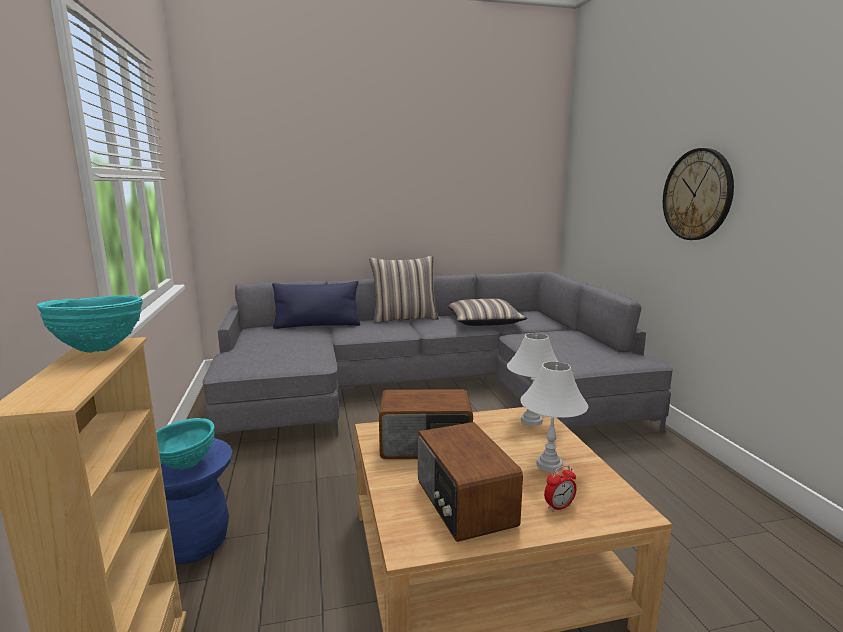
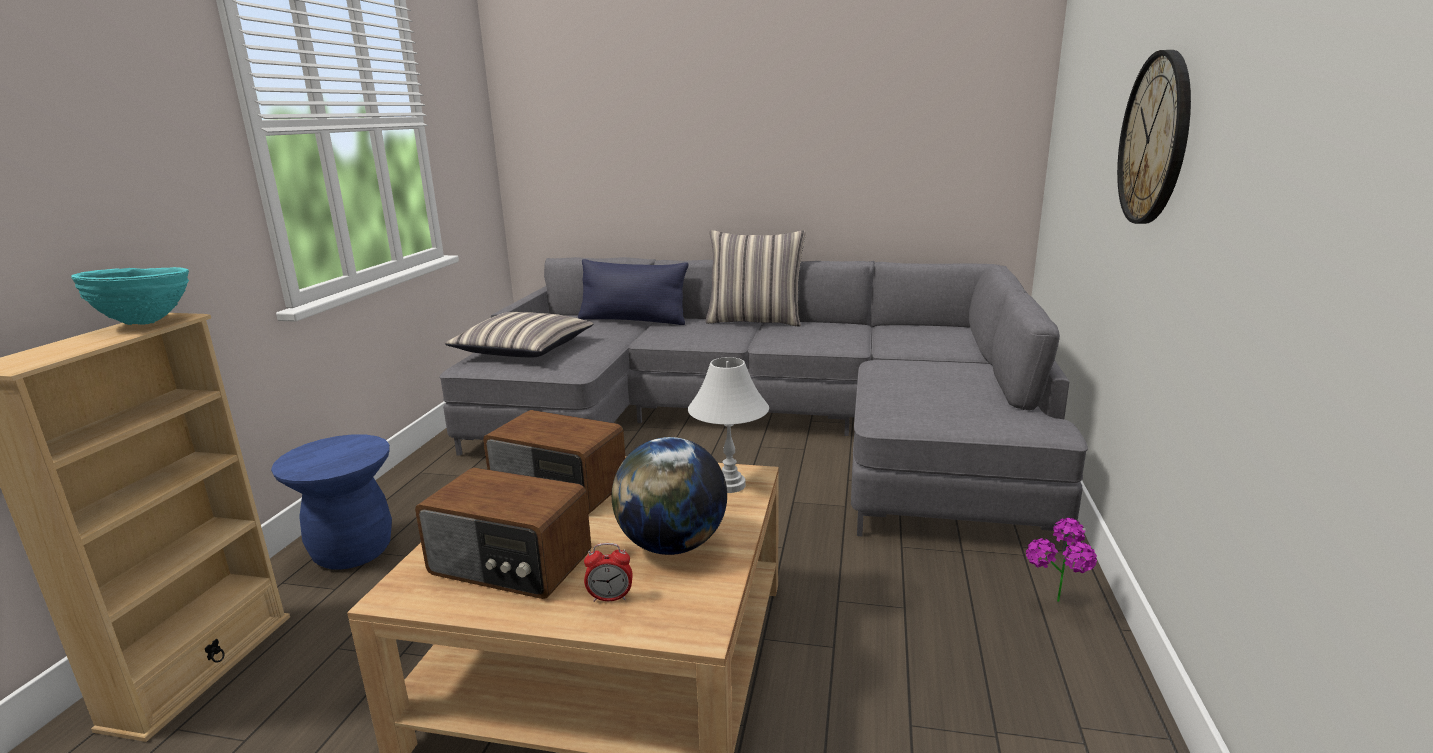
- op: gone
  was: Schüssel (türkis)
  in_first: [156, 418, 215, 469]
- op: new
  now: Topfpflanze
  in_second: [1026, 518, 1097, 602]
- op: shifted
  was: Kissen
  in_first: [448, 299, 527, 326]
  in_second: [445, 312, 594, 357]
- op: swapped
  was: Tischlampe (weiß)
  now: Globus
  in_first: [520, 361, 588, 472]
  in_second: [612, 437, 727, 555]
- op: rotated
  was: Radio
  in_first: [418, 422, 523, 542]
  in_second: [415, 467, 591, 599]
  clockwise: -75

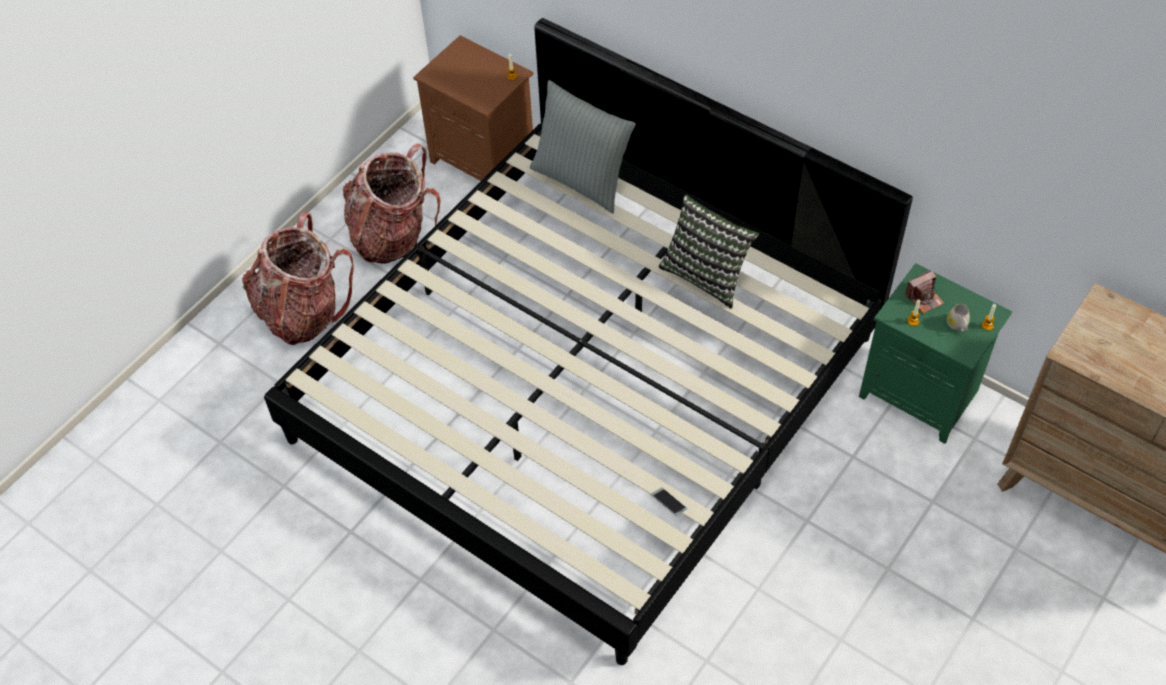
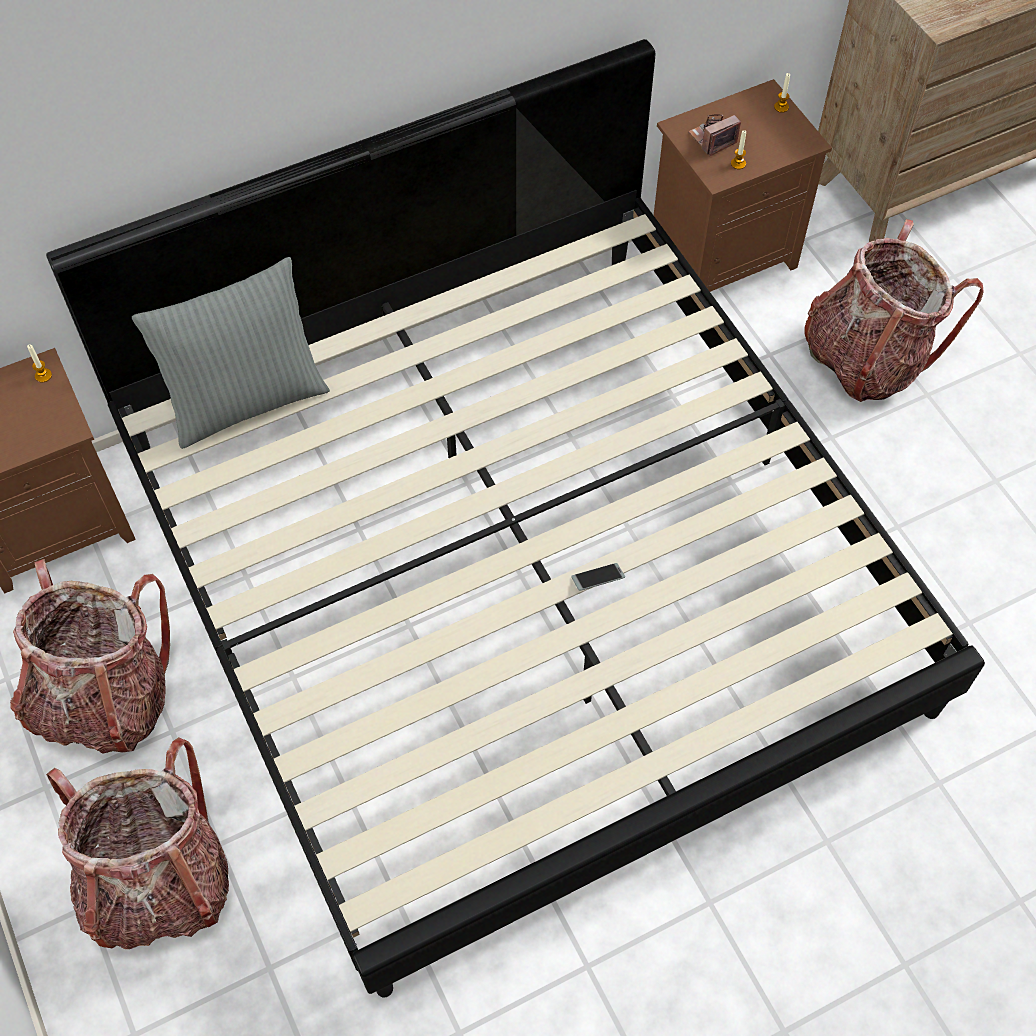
- op: gone
  was: Kissen
  in_first: [659, 194, 759, 309]
- op: gone
  was: Henkelbecher (weiß)
  in_first: [947, 304, 970, 332]
- op: new
  now: Rucksack
  in_second: [804, 219, 984, 402]
- op: shifted
  was: Handy
  in_first: [651, 487, 687, 516]
  in_second: [571, 563, 625, 591]
- op: repainted
  was: Nachttisch (grün)
  now: Nachttisch (braun)
  in_first: [859, 263, 1012, 444]
  in_second: [654, 79, 832, 292]
- op: rotated
  was: Kamera
  in_first: [905, 270, 944, 313]
  in_second: [688, 114, 741, 156]
  clockwise: -120

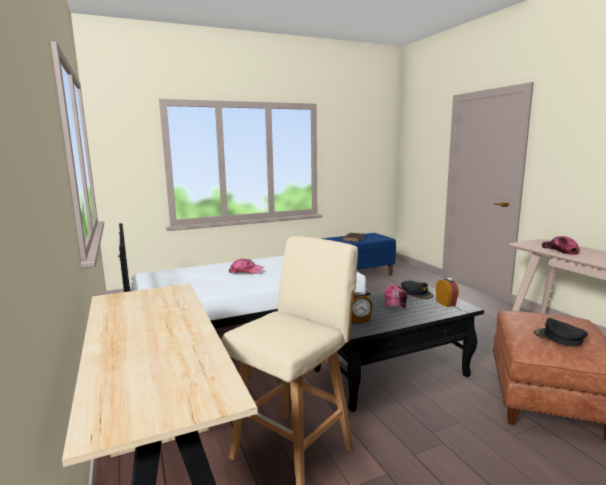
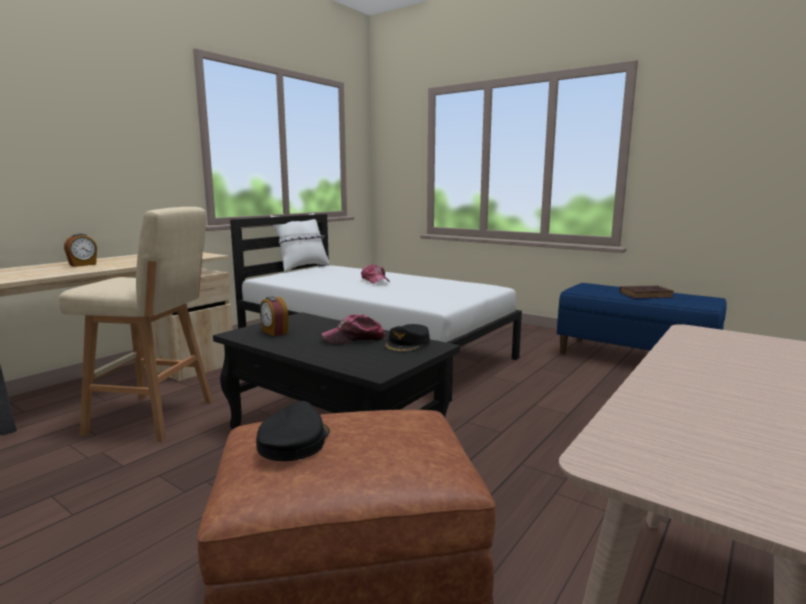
- op: gone
  was: Kappe
  in_first: [542, 236, 580, 255]
- op: new
  now: Kissen (weiß)
  in_second: [270, 213, 329, 272]
- op: shifted
  was: Wecker
  in_first: [436, 278, 459, 307]
  in_second: [64, 233, 97, 267]

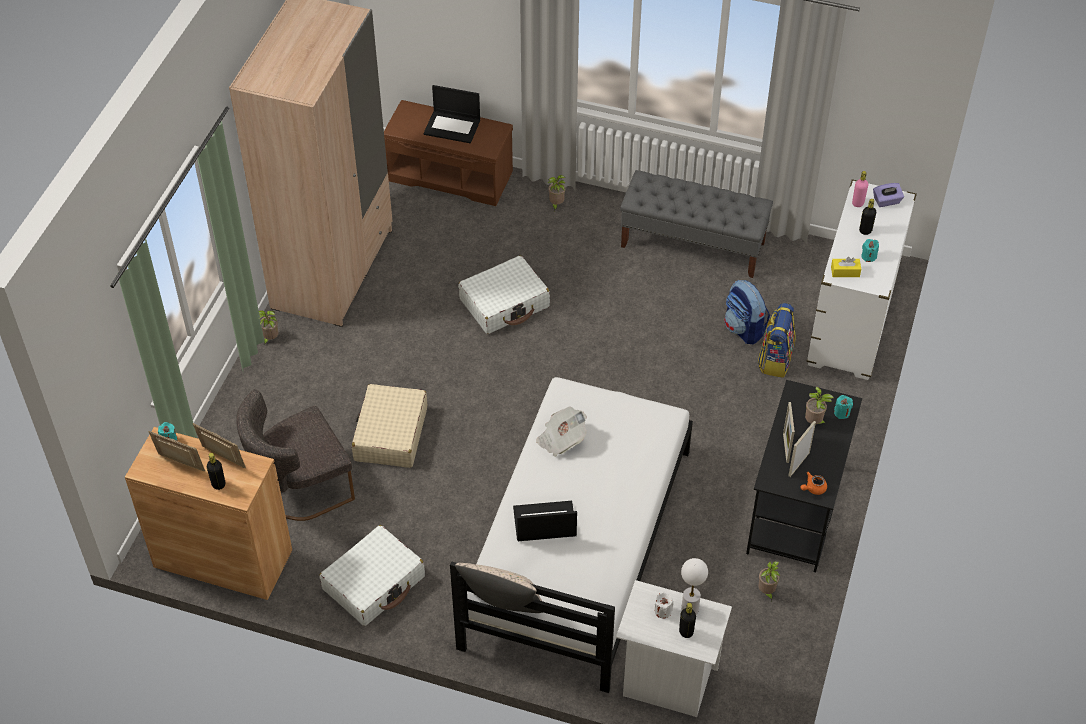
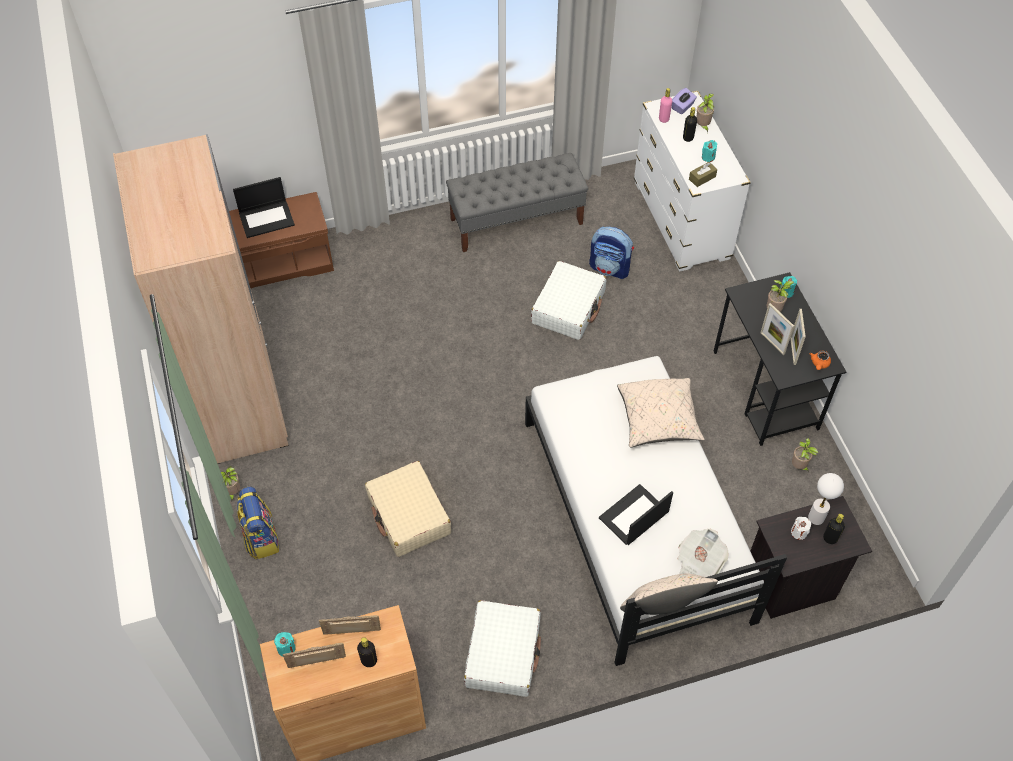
- op: gone
  was: Stuhl (grau)
  in_first: [236, 389, 355, 521]
- op: new
  now: Kissen (beige)
  in_second: [617, 378, 705, 447]
- op: shifted
  was: Koffer (weiß)
  in_first: [458, 255, 550, 334]
  in_second: [531, 261, 606, 340]
- op: shifted
  was: Zeitung
  in_first: [536, 406, 587, 457]
  in_second: [677, 529, 729, 577]
- op: shifted
  was: Topfpflanze
  in_first: [548, 175, 566, 211]
  in_second: [696, 94, 715, 133]
- op: shifted
  was: Rucksack
  in_first: [758, 303, 796, 378]
  in_second: [237, 486, 279, 560]
- op: repainted
  was: Nachttisch (weiß)
  now: Nachttisch (schwarz)
  in_first: [616, 580, 732, 717]
  in_second: [751, 496, 872, 619]
- op: repainted
  was: Taschentuchbox (gelb)
  now: Taschentuchbox (braun)
  in_first: [831, 257, 861, 277]
  in_second: [689, 162, 717, 187]

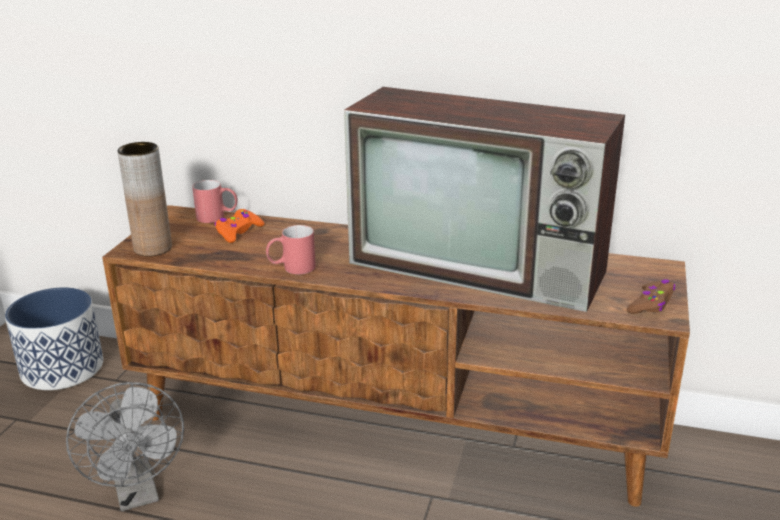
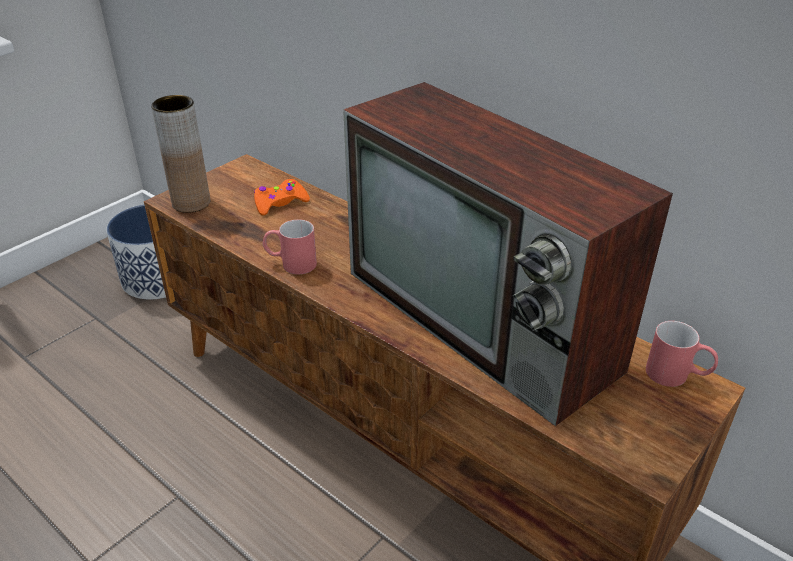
- op: gone
  was: Ventilator (grau)
  in_first: [66, 382, 184, 511]
- op: gone
  was: Gamepad (braun)
  in_first: [627, 279, 675, 314]
- op: shifted
  was: Henkelbecher (rot)
  in_first: [192, 180, 238, 223]
  in_second: [646, 321, 718, 387]

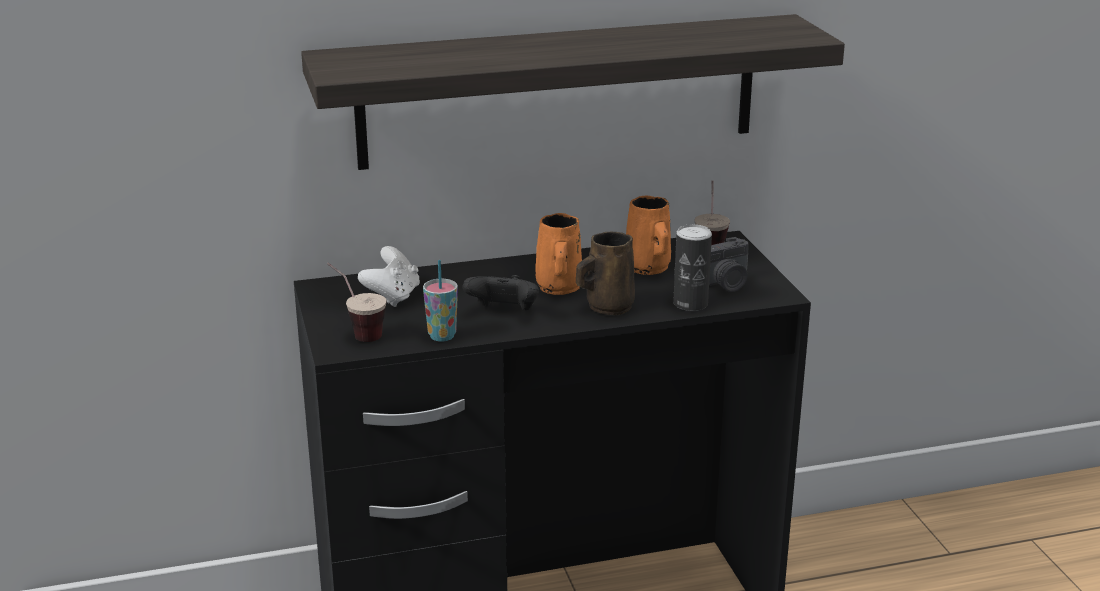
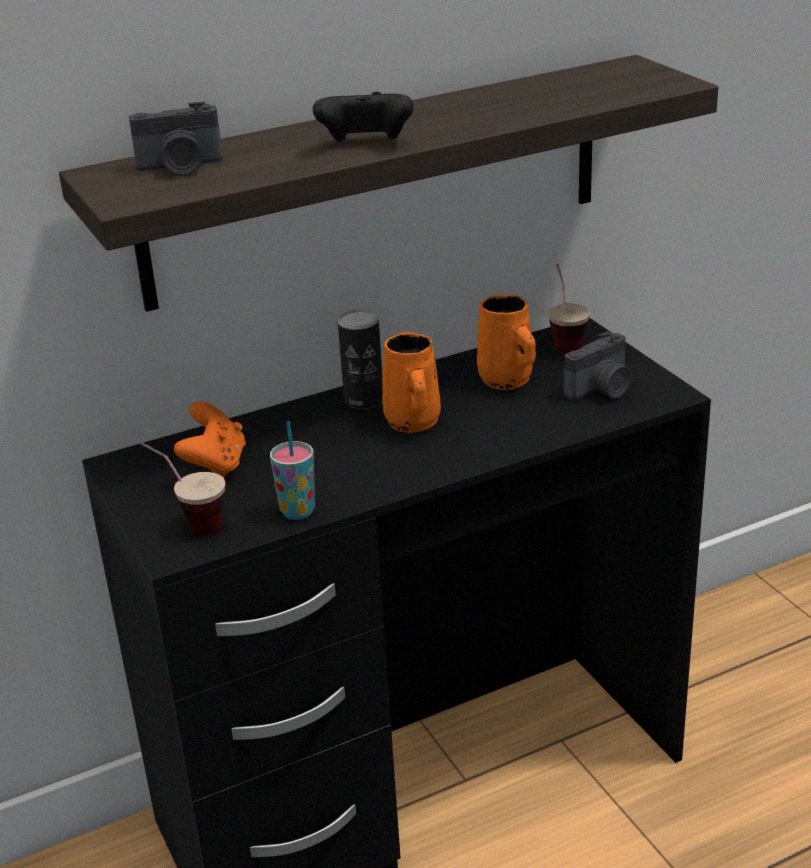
- op: gone
  was: Henkelbecher (braun)
  in_first: [576, 232, 635, 315]
- op: new
  now: Kamera
  in_second: [129, 102, 223, 176]
- op: shifted
  was: Gamepad (schwarz)
  in_first: [463, 275, 539, 310]
  in_second: [313, 92, 414, 142]
- op: shifted
  was: Dose
  in_first: [673, 224, 712, 311]
  in_second: [338, 309, 383, 409]
- op: repainted
  was: Gamepad (weiß)
  now: Gamepad (orange)
  in_first: [358, 246, 420, 307]
  in_second: [174, 401, 246, 478]

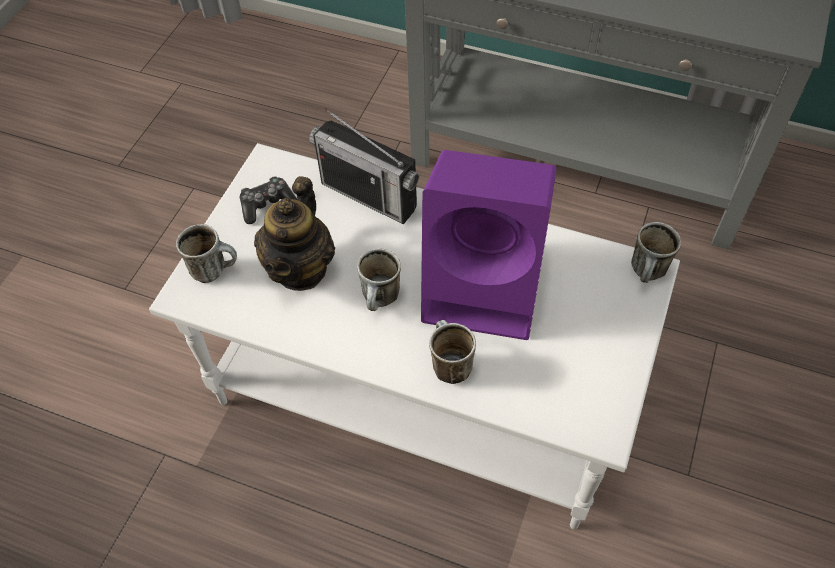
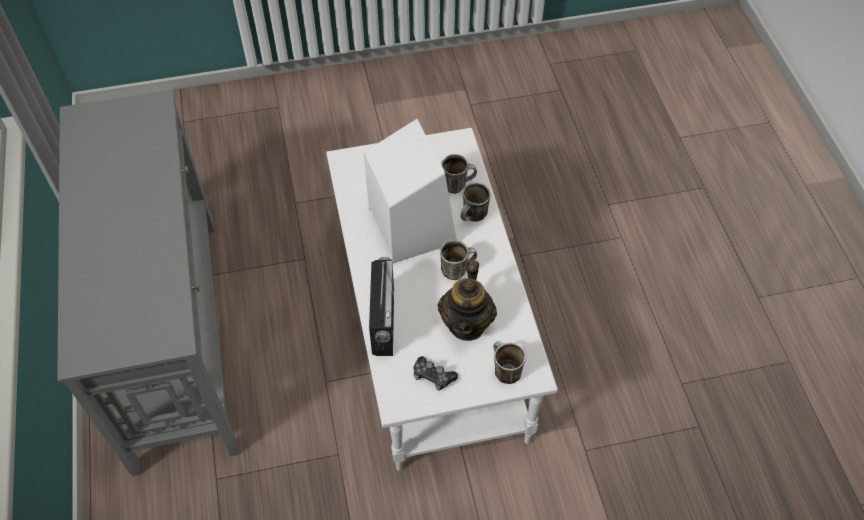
- op: shifted
  was: Henkelbecher
  in_first: [631, 222, 681, 283]
  in_second: [441, 154, 477, 194]
- op: repainted
  was: Lautsprecher (lila)
  now: Lautsprecher (weiß)
  in_first: [421, 150, 557, 340]
  in_second: [364, 119, 456, 264]
- op: rotated
  was: Teekanne
  in_first: [254, 176, 335, 291]
  in_second: [438, 260, 497, 341]
  clockwise: 120

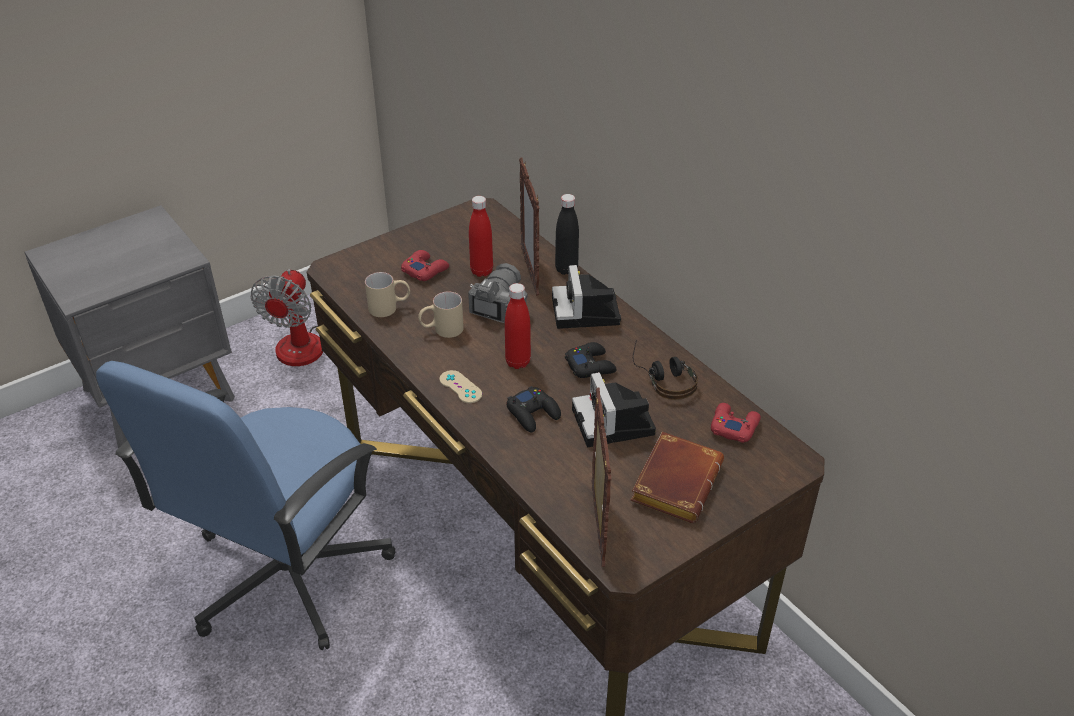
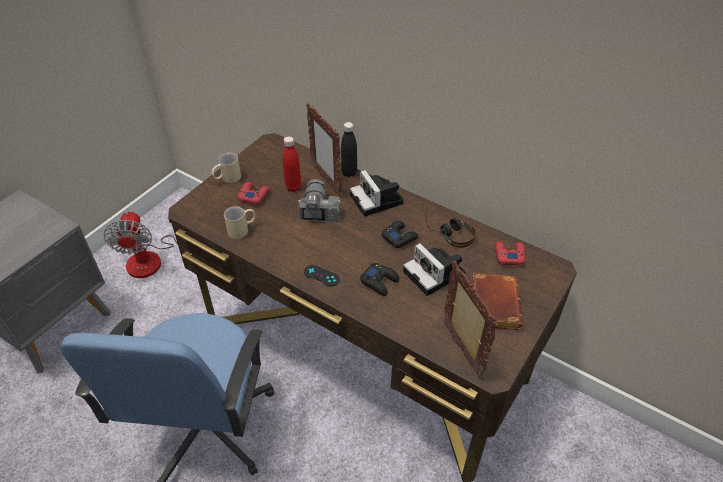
- op: gone
  was: Flasche (rot)
  in_first: [505, 283, 531, 369]
- op: shifted
  was: Henkelbecher (beige)
  in_first: [418, 291, 464, 338]
  in_second: [211, 153, 241, 183]
- op: repainted
  was: Gamepad (beige)
  now: Gamepad (schwarz)
  in_first: [439, 370, 482, 403]
  in_second: [304, 265, 340, 286]

